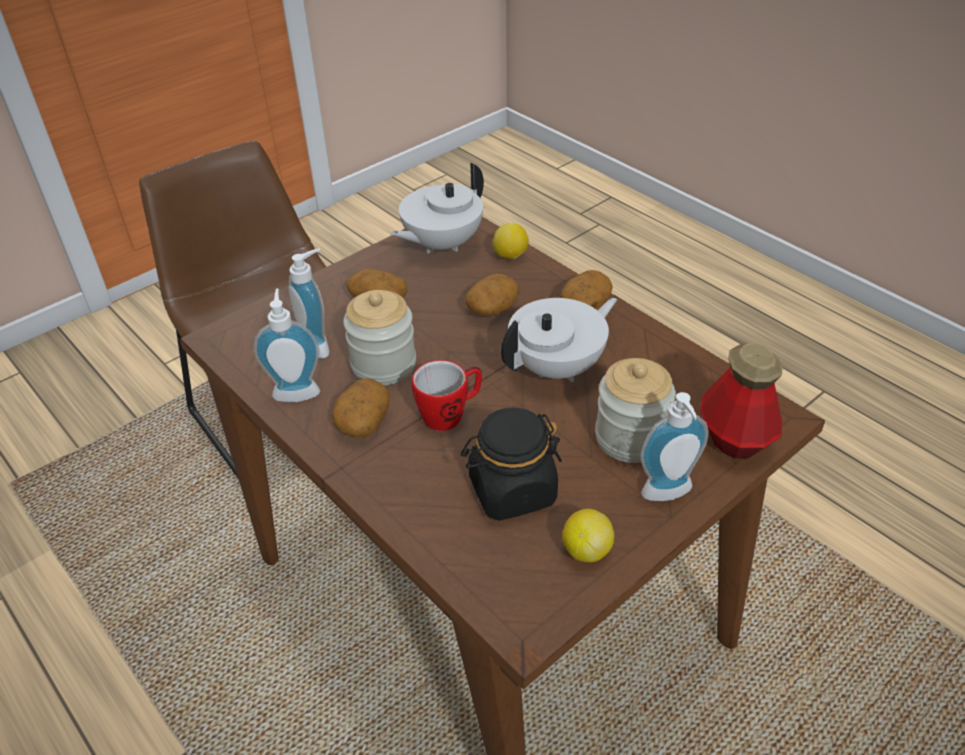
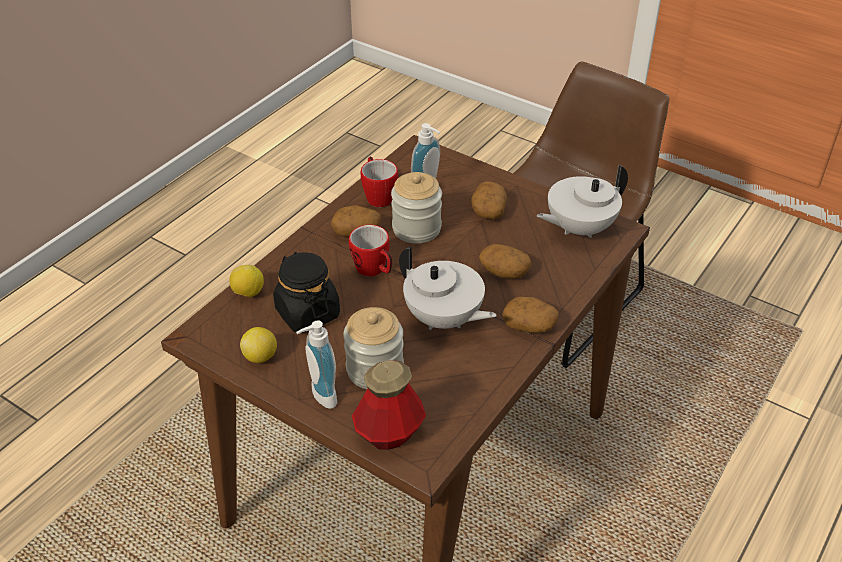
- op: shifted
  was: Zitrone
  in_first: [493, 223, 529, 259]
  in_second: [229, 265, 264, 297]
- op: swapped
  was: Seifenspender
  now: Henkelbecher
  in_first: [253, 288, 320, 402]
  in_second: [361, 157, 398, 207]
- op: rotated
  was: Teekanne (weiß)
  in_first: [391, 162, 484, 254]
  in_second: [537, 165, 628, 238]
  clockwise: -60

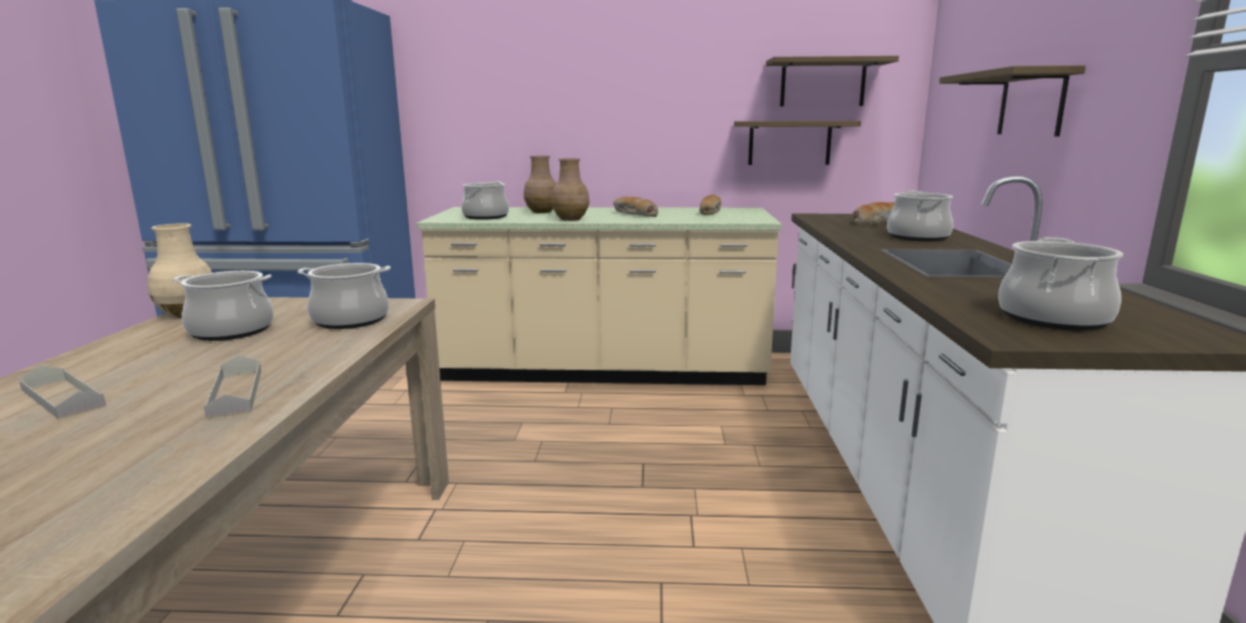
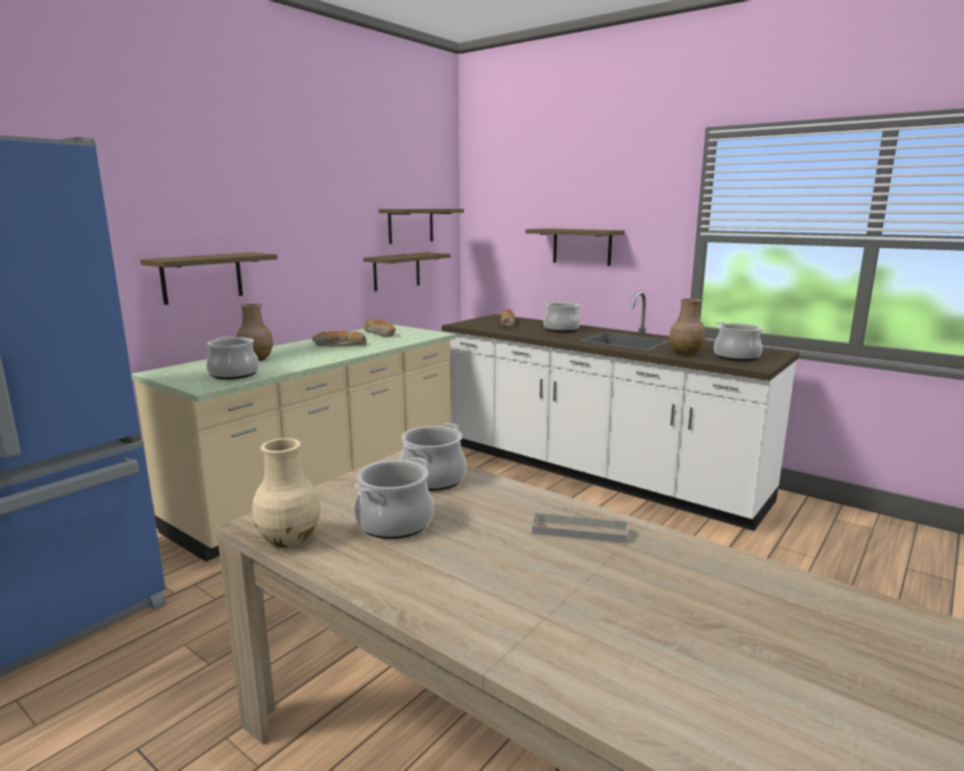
- op: gone
  was: Tablett (grau)
  in_first: [19, 366, 106, 419]
- op: new
  now: Wandregal
  in_second: [140, 252, 277, 305]
- op: shifted
  was: Vase (braun)
  in_first: [551, 158, 589, 221]
  in_second: [669, 298, 706, 355]

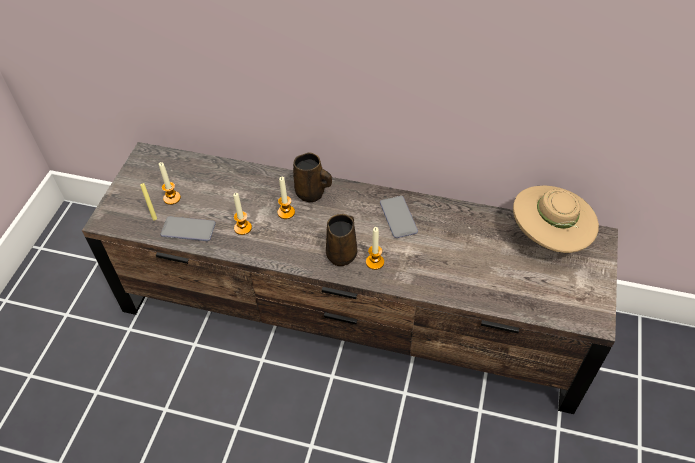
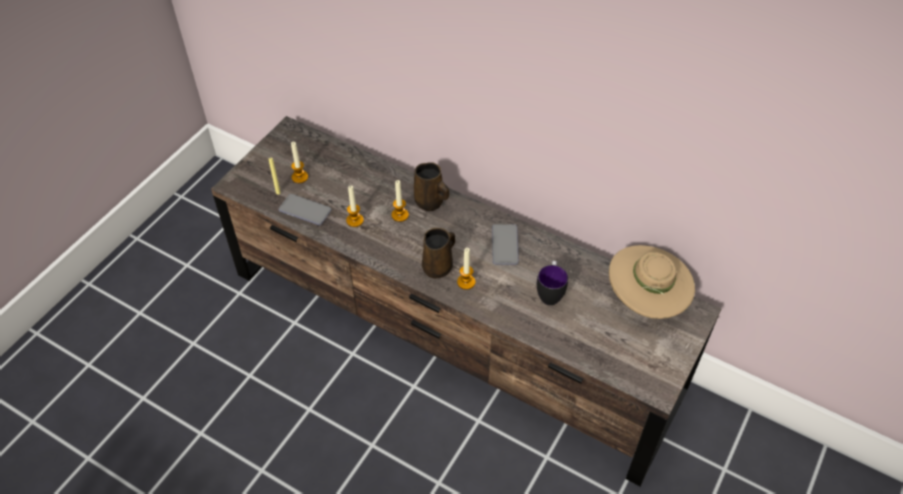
- op: new
  now: Henkelbecher
  in_second: [537, 261, 568, 305]

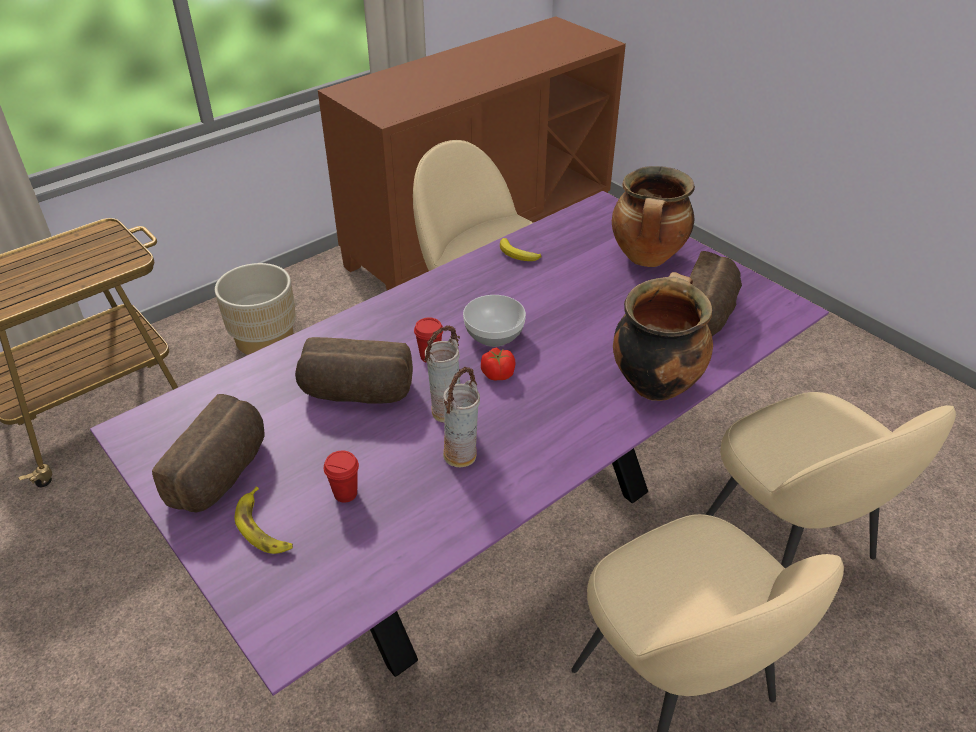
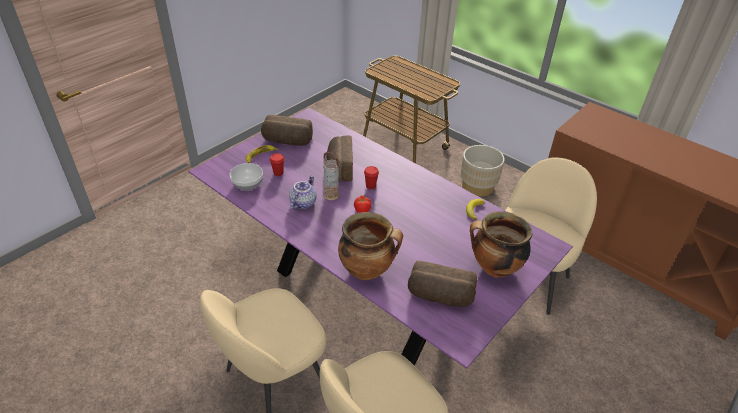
- op: shifted
  was: Schüssel
  in_first: [463, 295, 526, 347]
  in_second: [229, 163, 263, 191]
- op: swapped
  was: Vase
  now: Teekanne
  in_first: [443, 367, 480, 468]
  in_second: [289, 175, 316, 210]

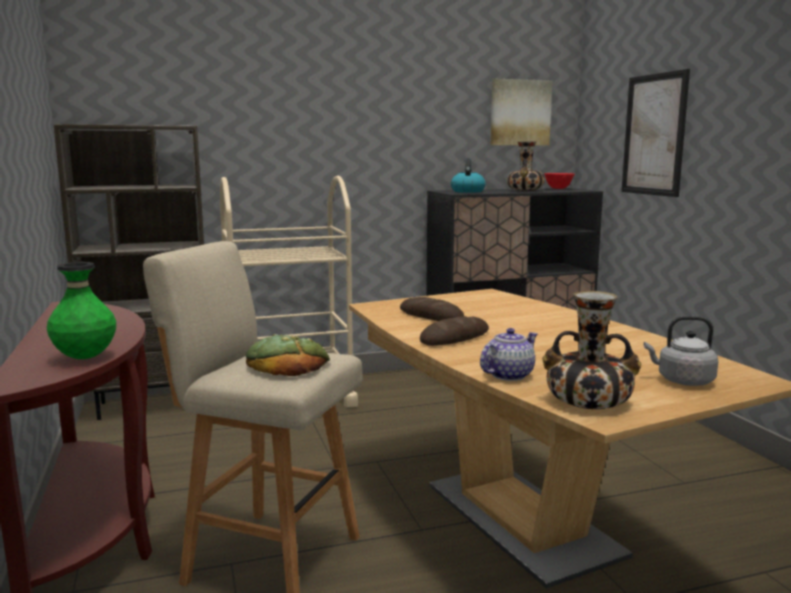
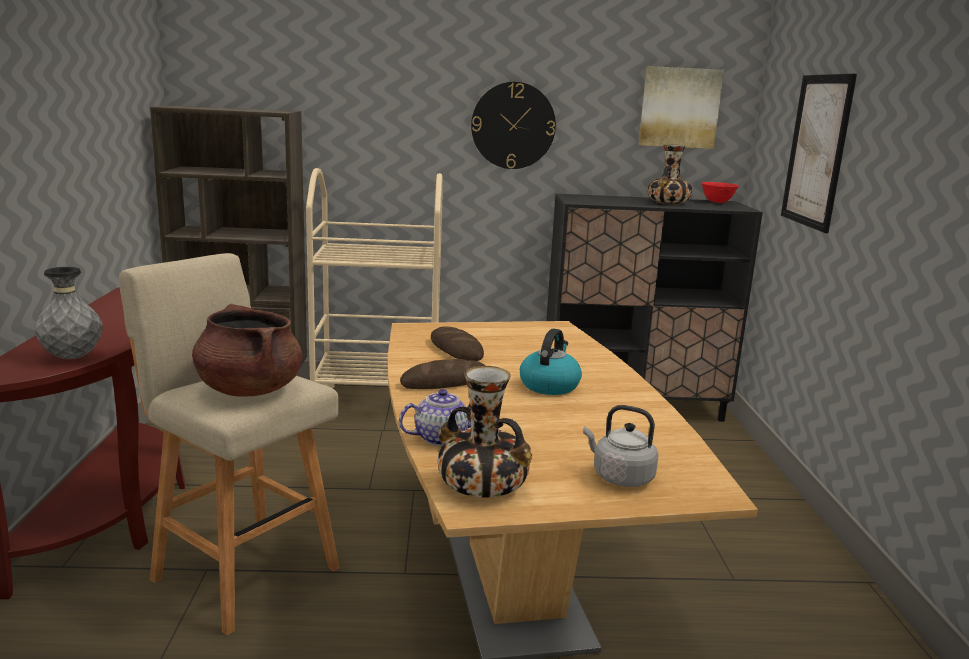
- op: new
  now: Wanduhr
  in_second: [471, 82, 556, 169]
- op: shifted
  was: Wasserkessel
  in_first: [451, 158, 486, 193]
  in_second: [520, 329, 582, 395]
- op: swapped
  was: Brot
  now: Kochtopf (braun)
  in_first: [245, 334, 330, 376]
  in_second: [192, 304, 303, 397]
- op: repainted
  was: Vase (grün)
  now: Vase (grau)
  in_first: [47, 262, 116, 359]
  in_second: [35, 267, 103, 359]

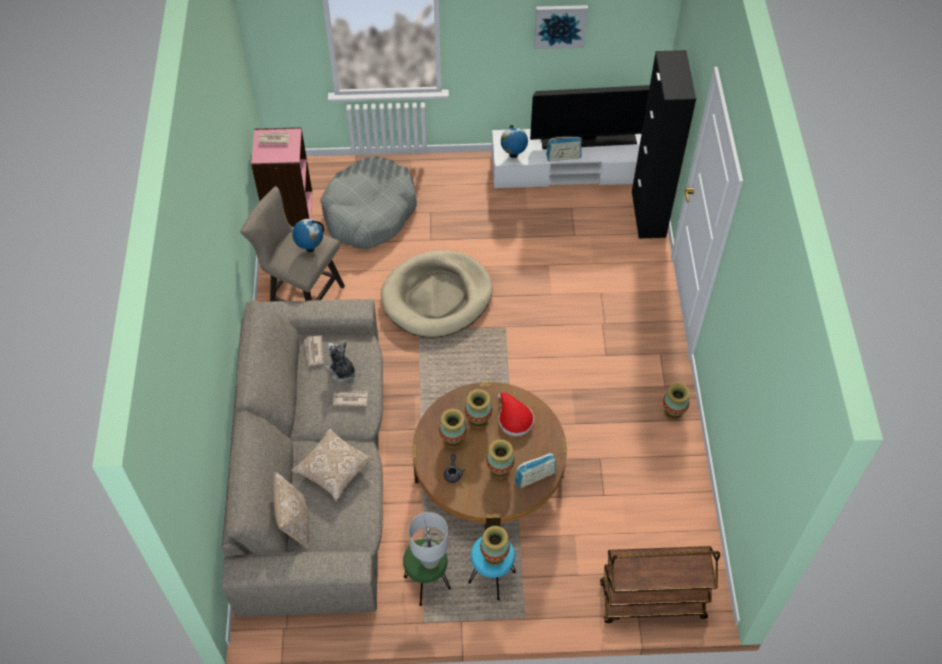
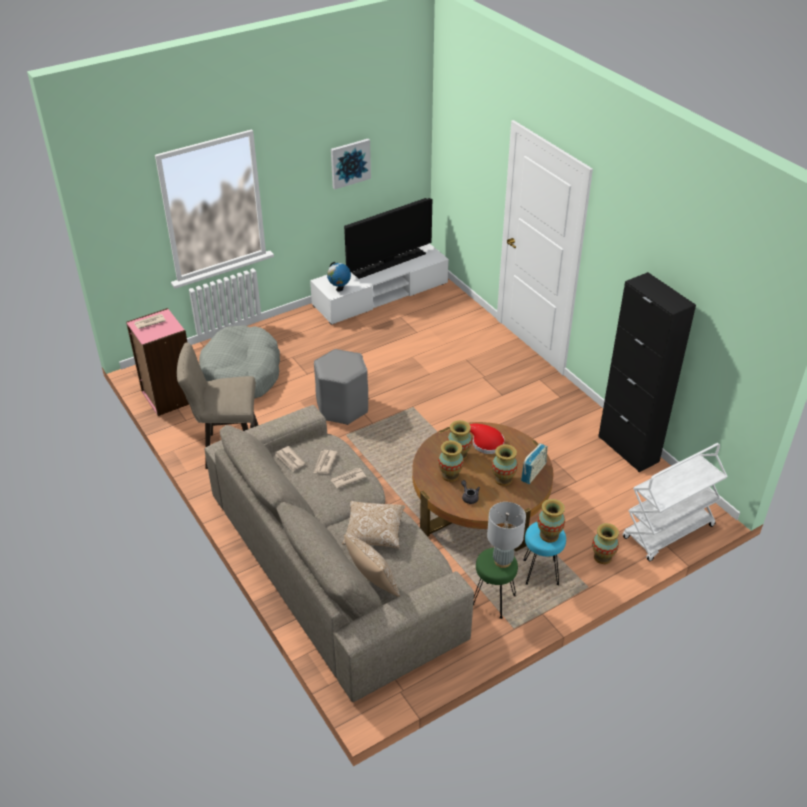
- op: gone
  was: Globus
  in_first: [292, 219, 324, 252]
- op: gone
  was: Radio
  in_first: [546, 137, 581, 161]
- op: shifted
  was: Schrank (schwarz)
  in_first: [632, 50, 696, 239]
  in_second: [598, 272, 696, 472]
- op: shifted
  was: Vase
  in_first: [663, 383, 690, 420]
  in_second: [592, 523, 619, 564]
- op: swapped
  was: Plüschtier
  now: Zeitung
  in_first: [326, 342, 355, 382]
  in_second: [314, 450, 338, 474]
- op: swapped
  was: Hundebett (beige)
  now: Hocker (grau)
  in_first: [381, 250, 493, 338]
  in_second: [314, 349, 368, 425]
- op: repainted
  was: Rollwagen (braun)
  now: Rollwagen (weiß)
  in_first: [600, 546, 720, 623]
  in_second: [623, 443, 728, 562]

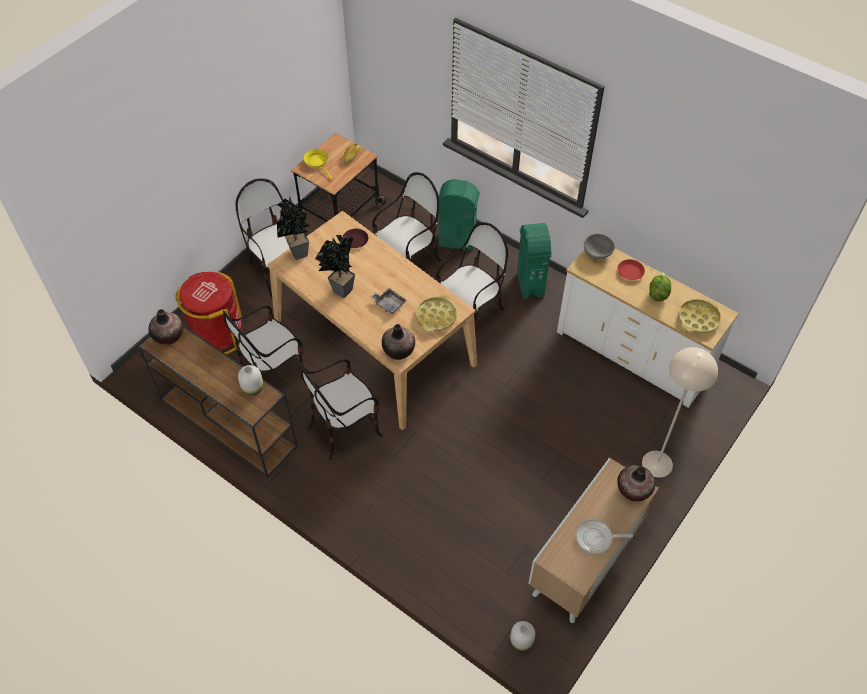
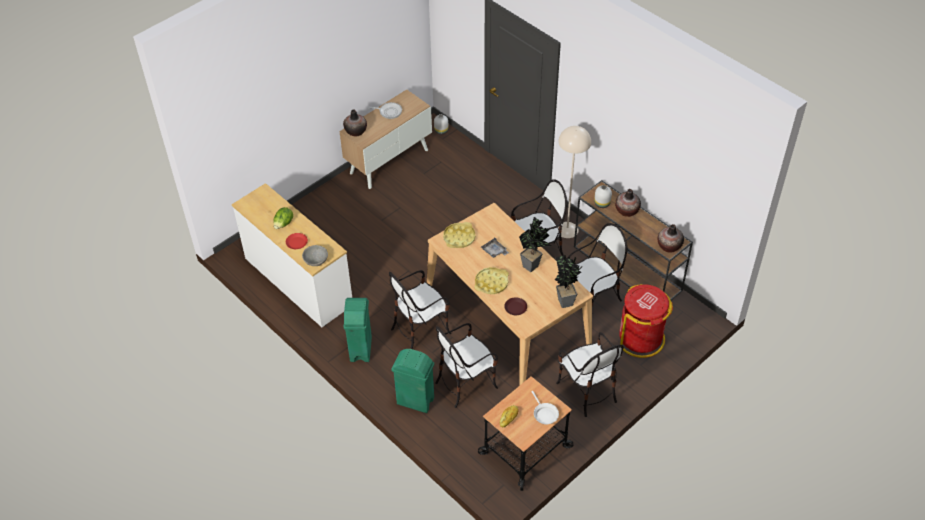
- op: shifted
  was: Vase
  in_first: [382, 324, 415, 360]
  in_second: [615, 189, 641, 217]
- op: shifted
  was: Stehlampe (beige)
  in_first: [642, 347, 718, 478]
  in_second: [558, 126, 591, 238]
- op: shifted
  was: Tablett (gelb)
  in_first: [678, 299, 721, 334]
  in_second: [474, 267, 509, 294]
- op: repainted
  was: Pfanne (gelb)
  now: Pfanne (weiß)
  in_first: [304, 149, 332, 180]
  in_second: [531, 391, 559, 424]

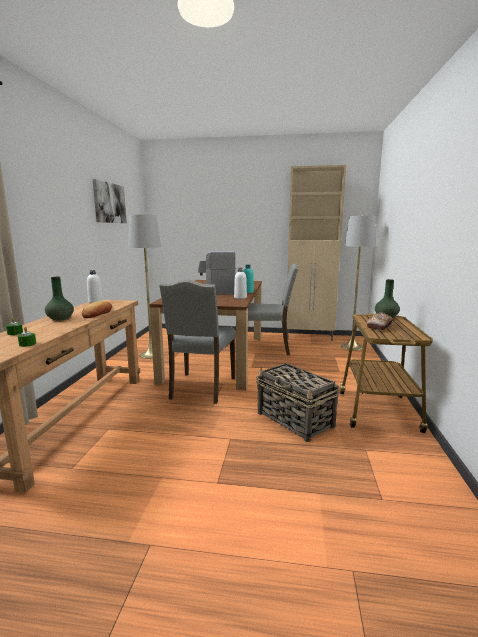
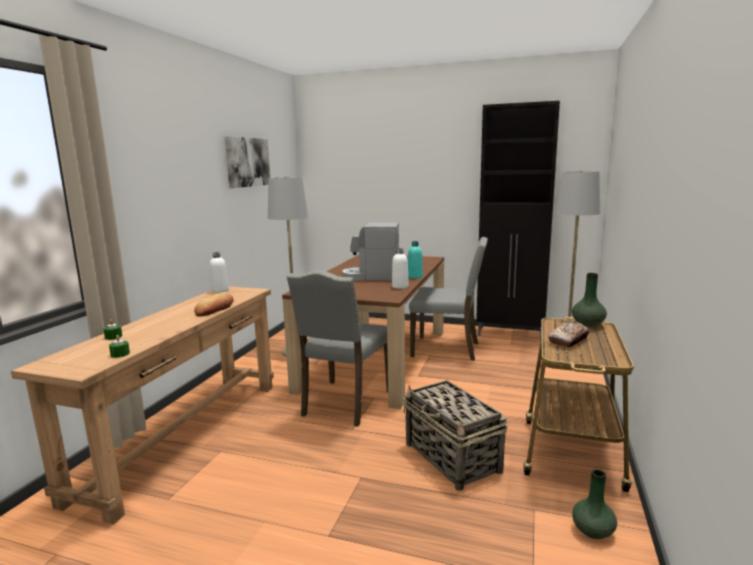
- op: shifted
  was: Vase (grün)
  in_first: [45, 277, 74, 321]
  in_second: [572, 469, 617, 539]
- op: repainted
  was: Schrank (beige)
  now: Schrank (schwarz)
  in_first: [287, 165, 346, 341]
  in_second: [476, 101, 560, 341]

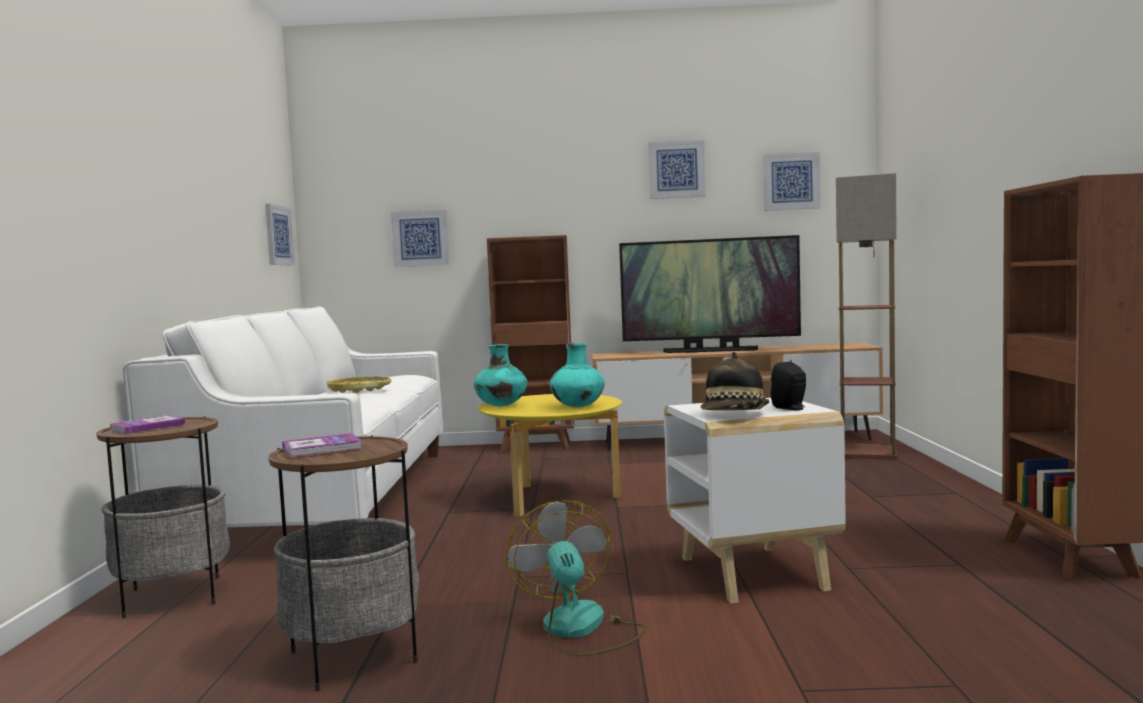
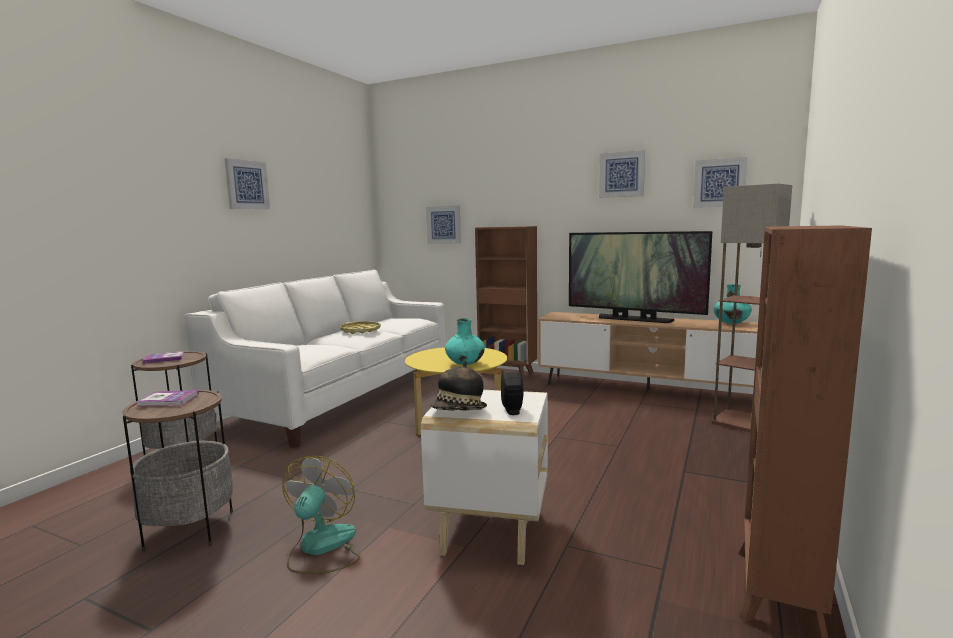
- op: shifted
  was: Bild
  in_first: [265, 204, 295, 265]
  in_second: [224, 158, 270, 210]
- op: shifted
  was: Vase (türkis)
  in_first: [474, 344, 527, 406]
  in_second: [714, 284, 752, 324]

